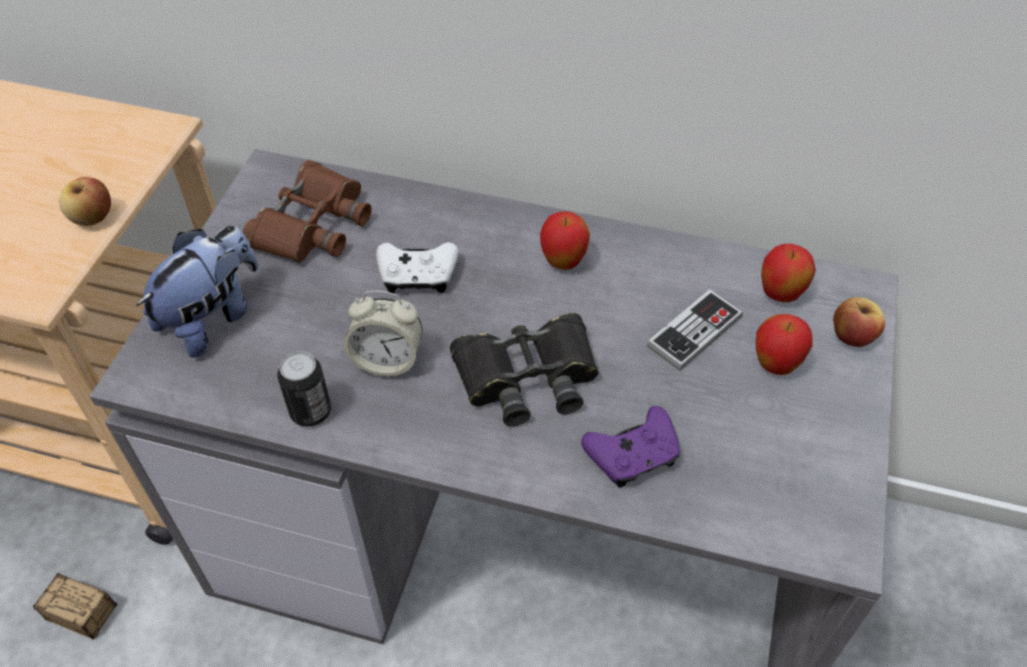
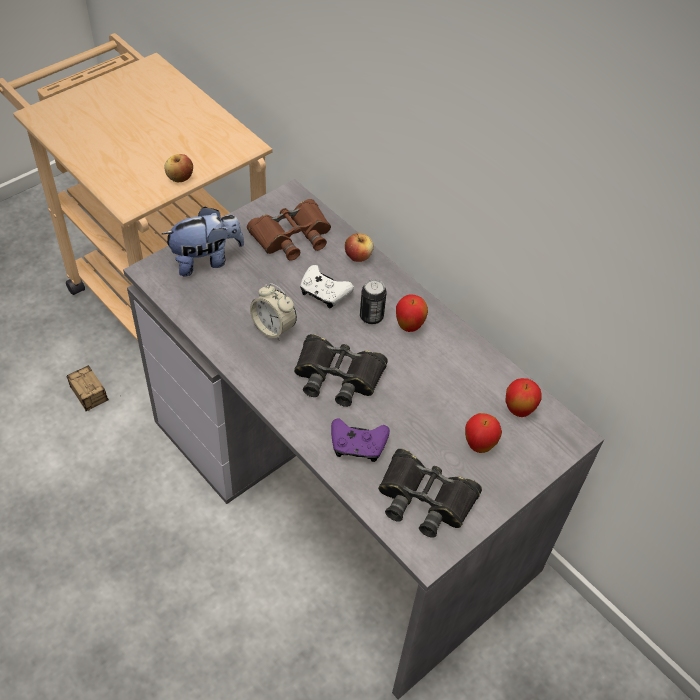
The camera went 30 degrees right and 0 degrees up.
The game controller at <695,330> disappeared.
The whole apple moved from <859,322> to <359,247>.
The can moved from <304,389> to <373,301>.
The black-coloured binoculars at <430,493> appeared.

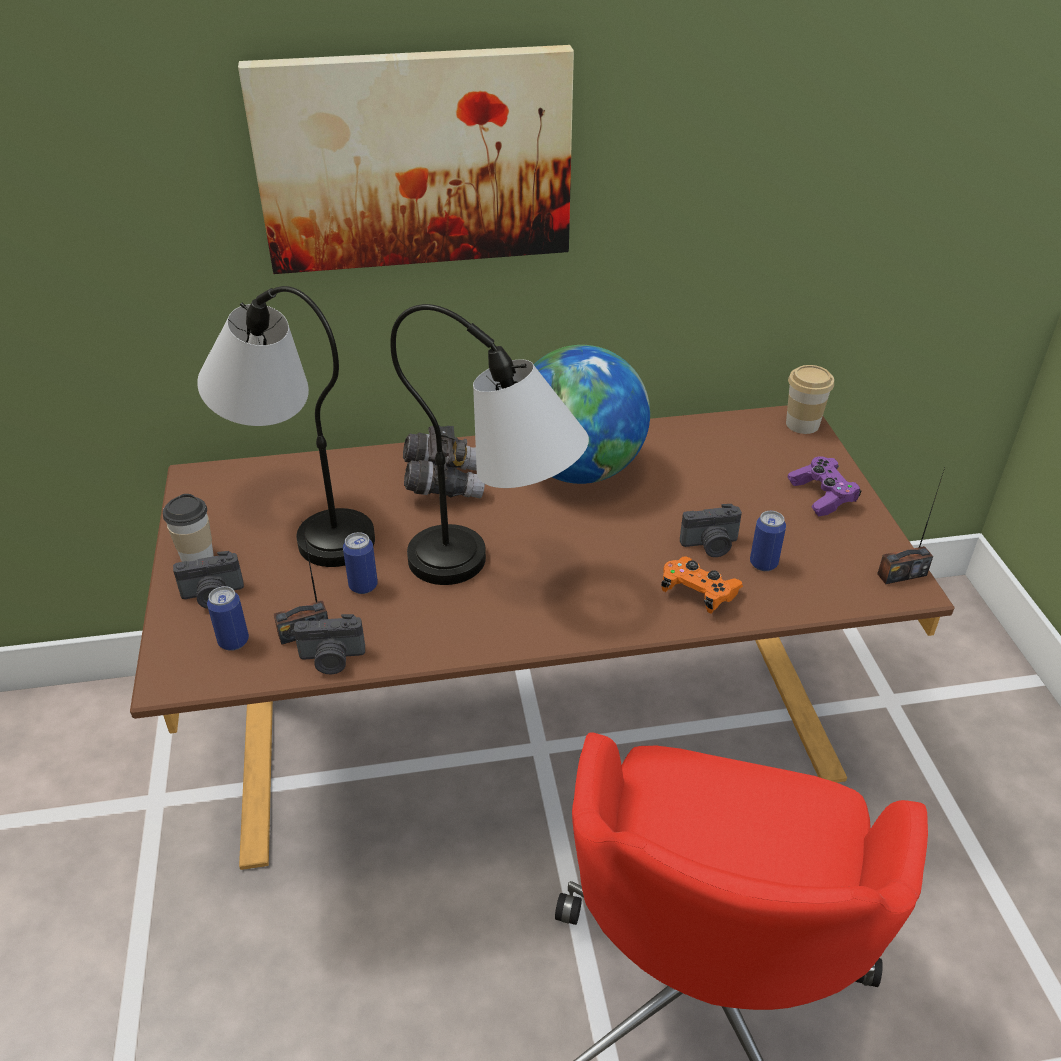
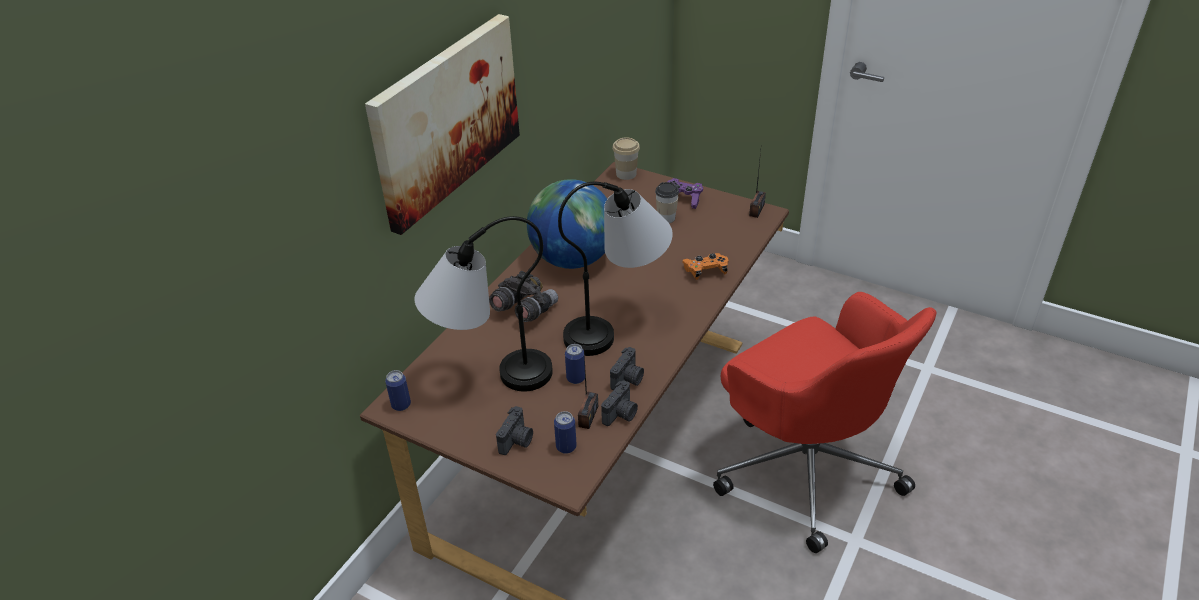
The camera went 50 degrees left and 0 degrees up.
The small cup moved from <188,528> to <667,202>.
The photo camera moved from <711,530> to <627,368>.
The can moved from <768,541> to <398,390>.

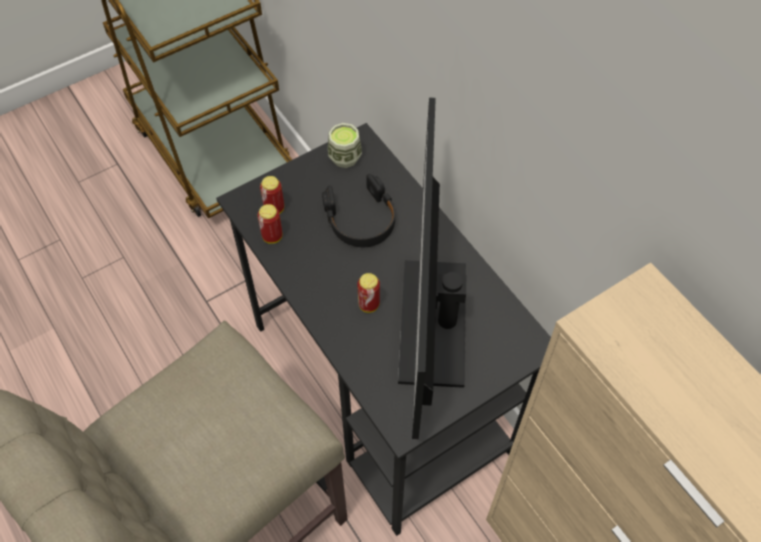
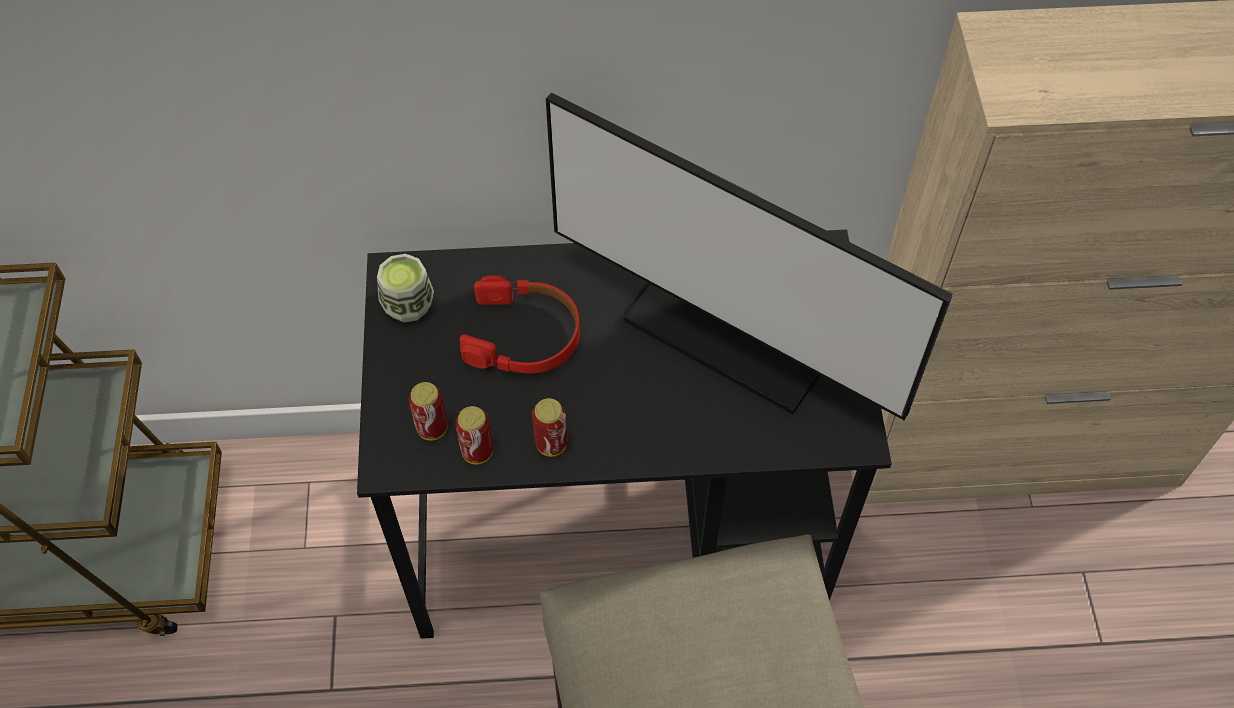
The camera went 60 degrees left and 0 degrees up.
The black-coloured pair of headphones at <358,210> became the reddish pair of headphones at <519,324>.
The can moved from <368,293> to <549,427>.

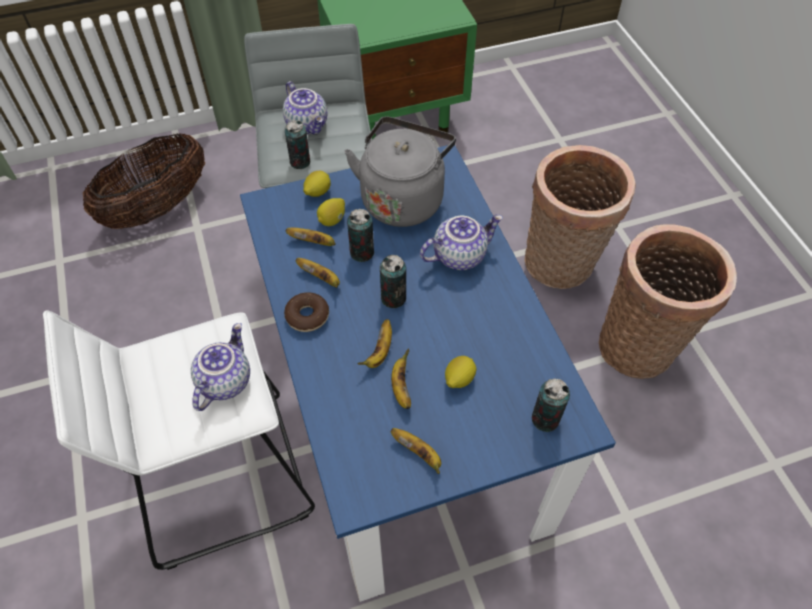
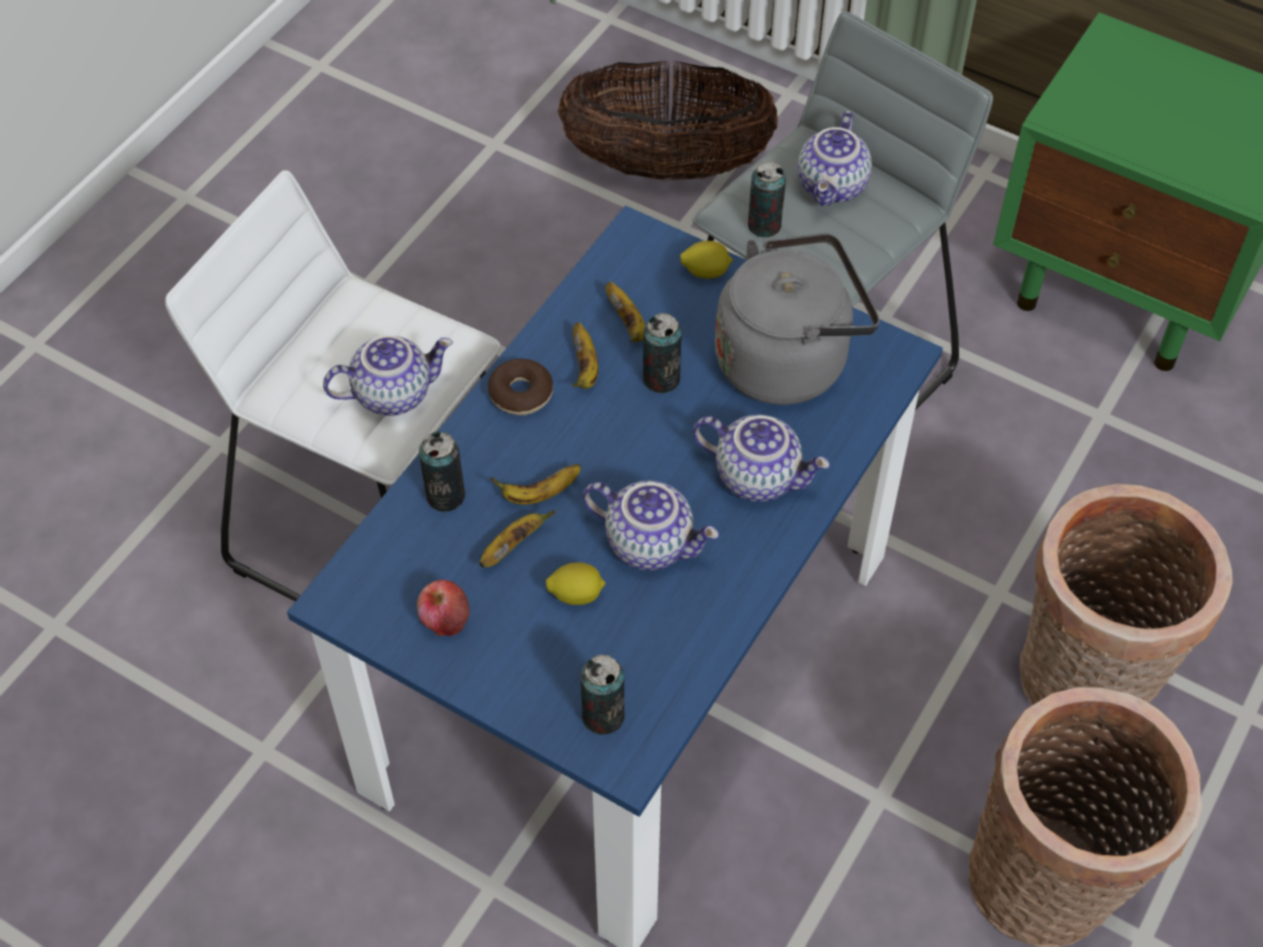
The camera went 50 degrees right and 0 degrees up.
The whole lemon at <331,212> disappeared.
The can moved from <393,281> to <442,472>.
The banana at <416,451> was replaced by the whole apple at <443,608>.
The teapot at <650,525> appeared.

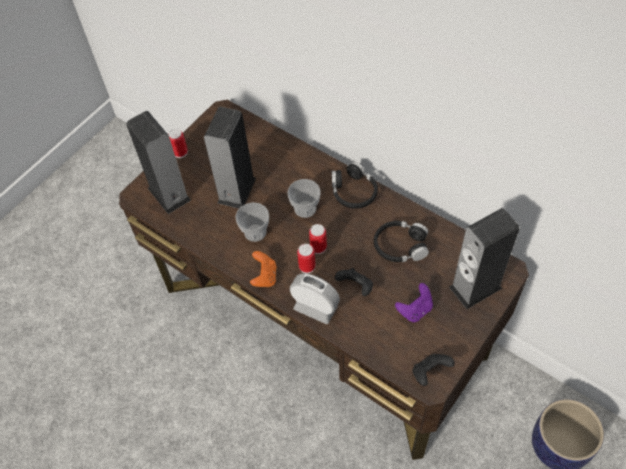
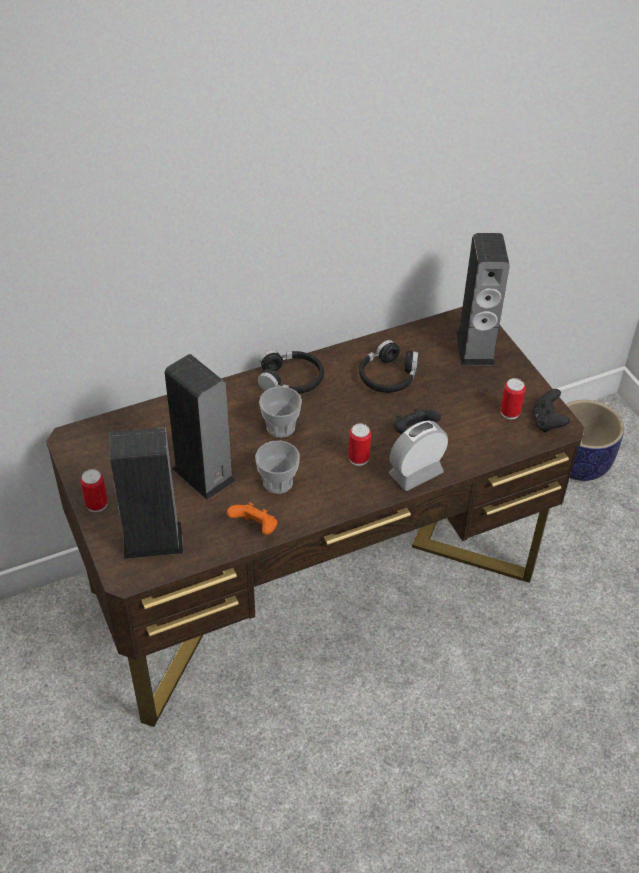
The camera went 65 degrees left and 10 degrees down.
The can moved from <318,239> to <513,398>.
The orange-coloured game controller moved from <263,269> to <252,518>.
The purple game controller at <414,302> disappeared.

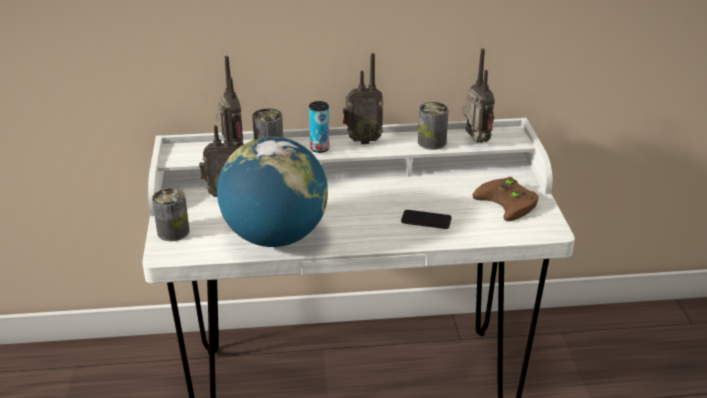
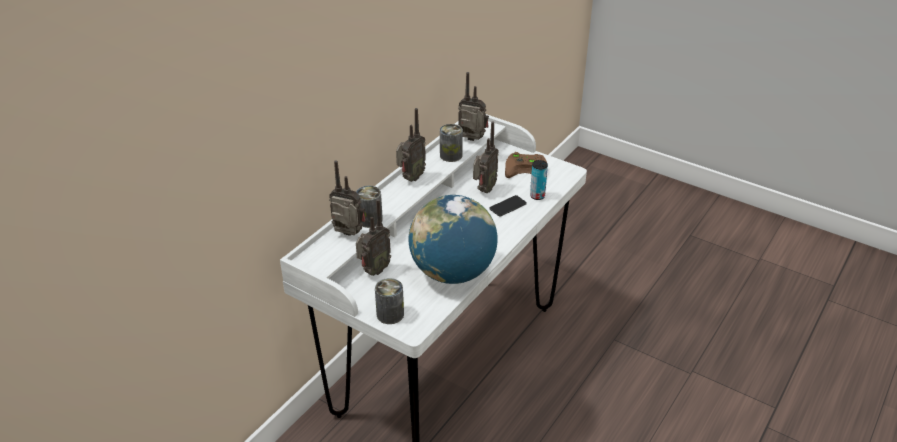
The camera went 50 degrees left and 5 degrees up.
The can moved from <319,127> to <539,180>.
The radio at <486,157> appeared.

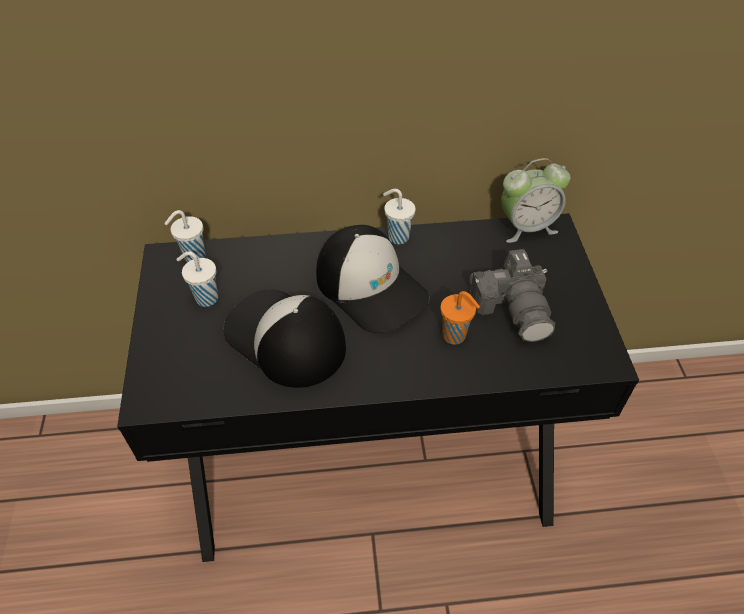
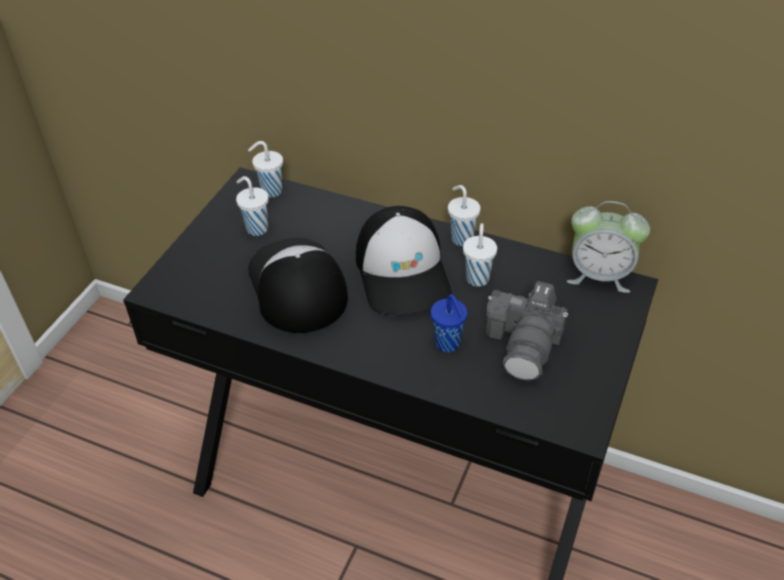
The camera went 30 degrees right and 5 degrees down.
The orange-coloured small cup at <460,318> became the bluish small cup at <449,323>.
The whitish small cup at <480,255> appeared.

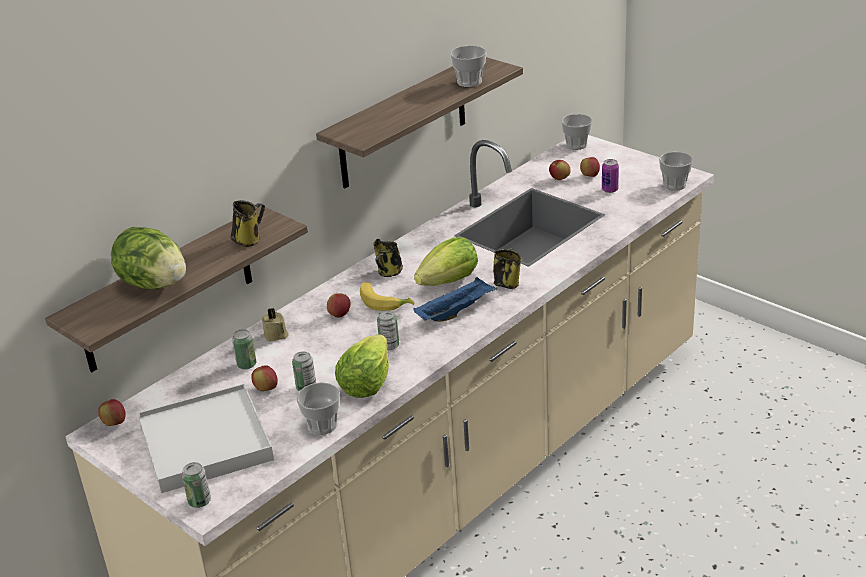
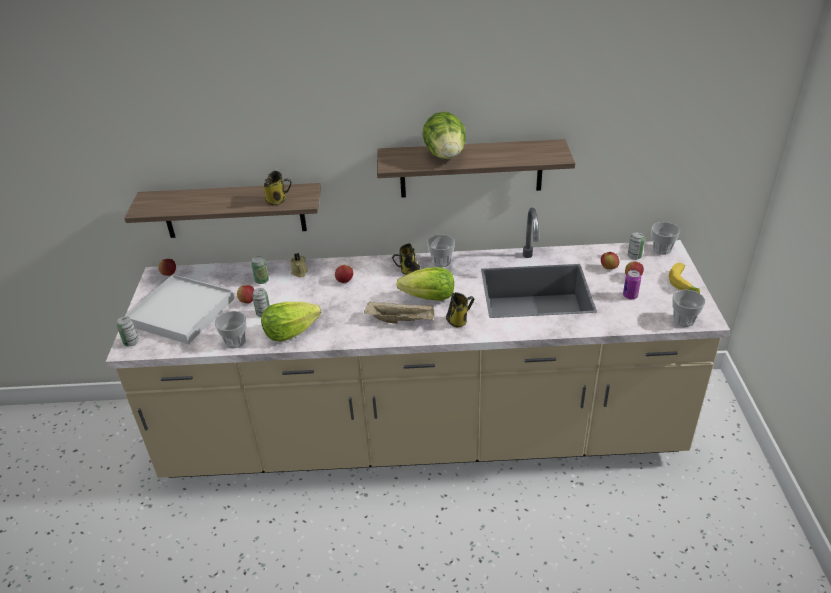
The camera went 45 degrees right and 5 degrees up.
The small cup moved from <468,66> to <441,251>.
The head of lettuce moved from <148,258> to <444,135>.
The bluish serving tray at <456,299> became the beige serving tray at <399,312>.
The banana moved from <387,296> to <684,278>.
The can moved from <388,330> to <636,246>.

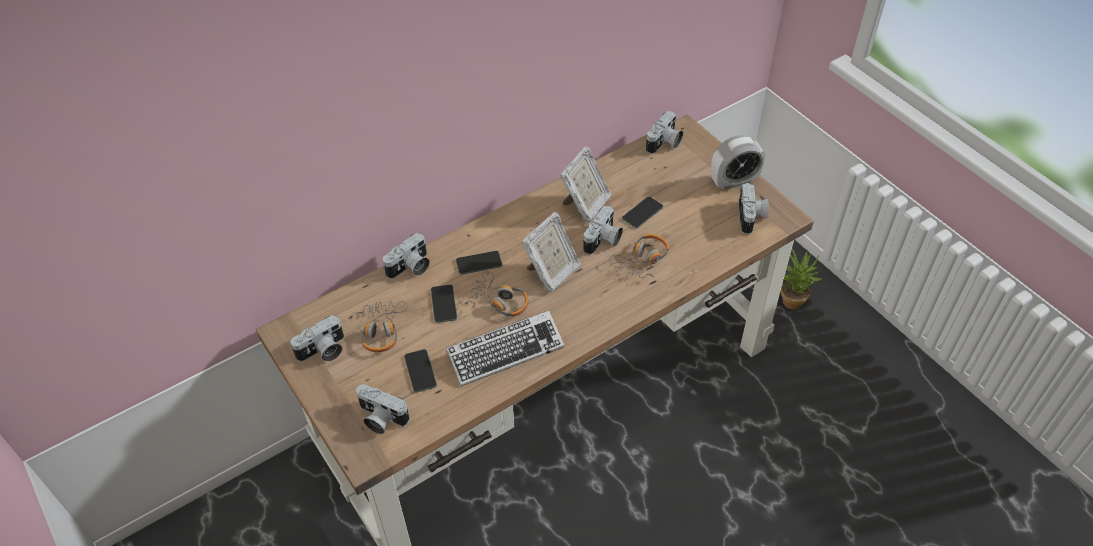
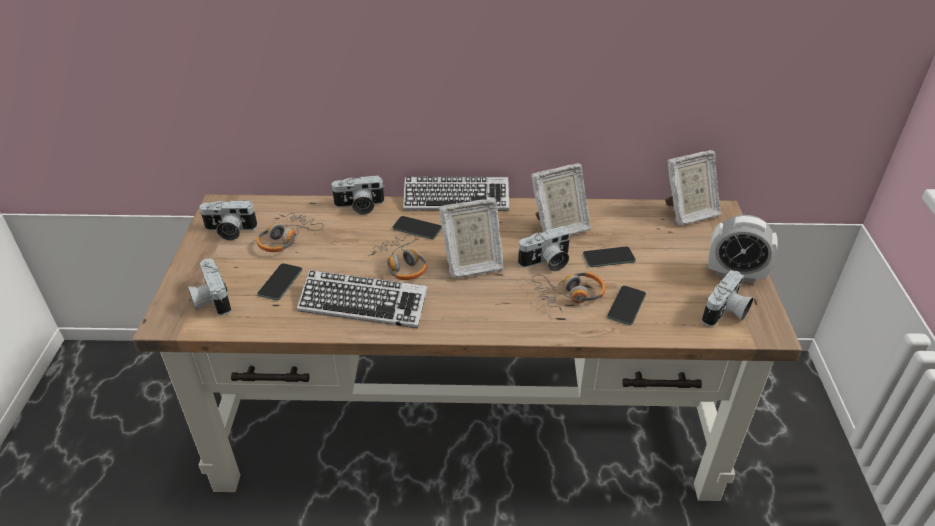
The camera went 35 degrees right and 10 degrees down.
The photo camera at <664,132> was replaced by the photo frame at <693,188>.
The houseplant at <801,279> disappeared.
The phone moved from <444,304> to <626,305>.
The computer keyboard at <456,194> appeared.

